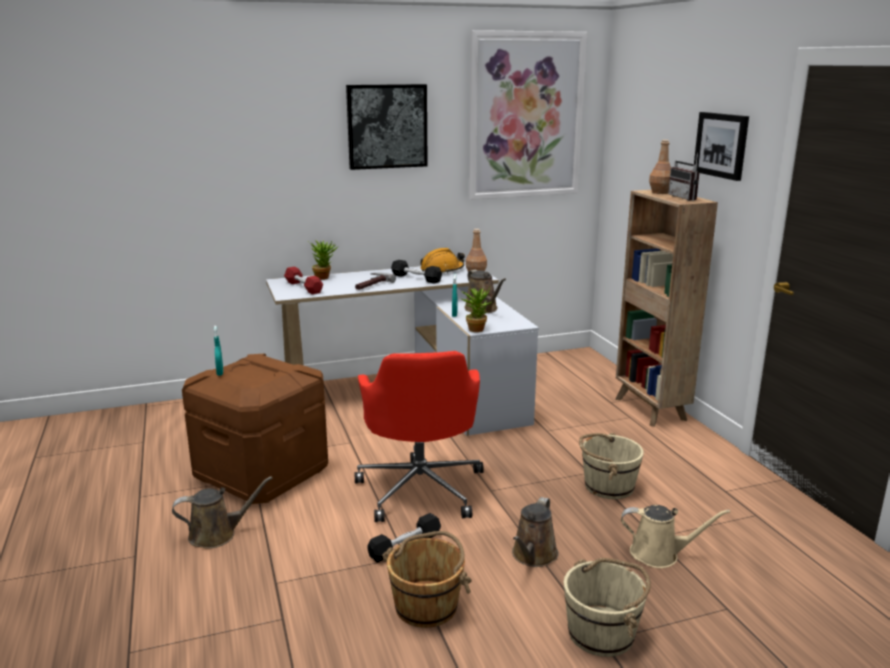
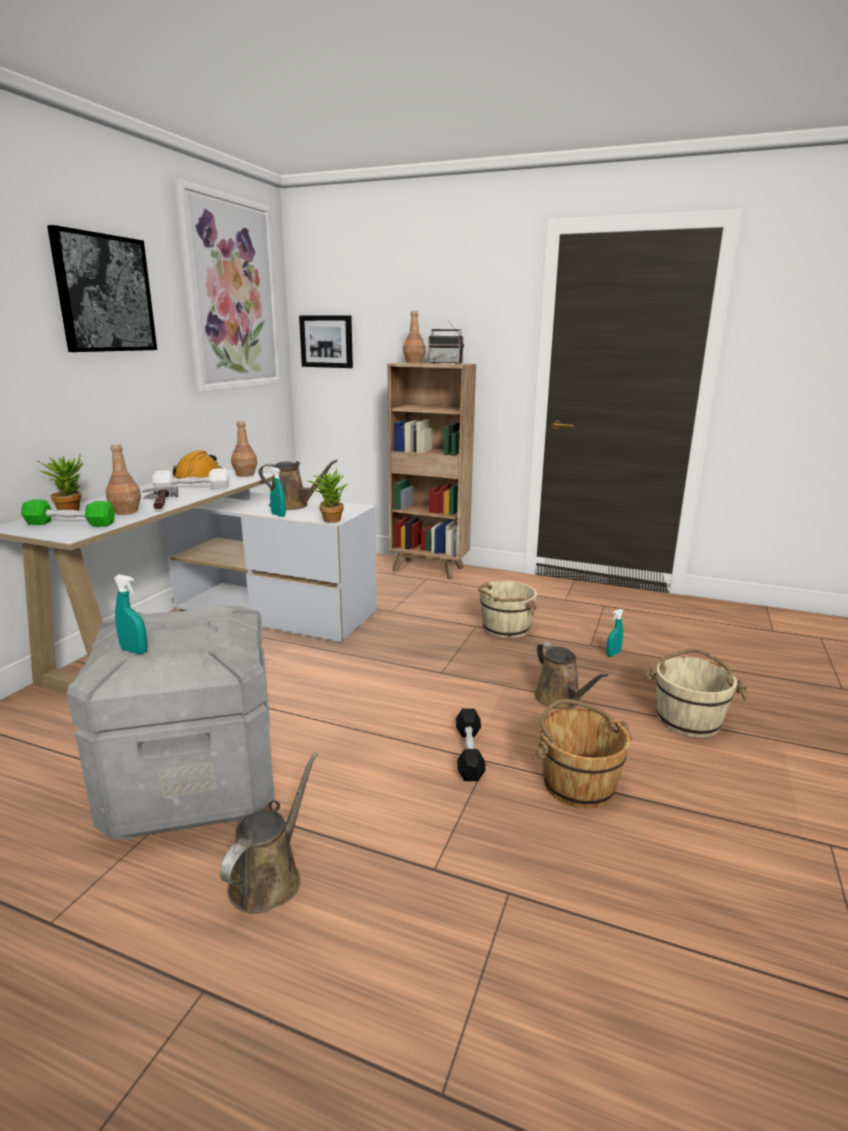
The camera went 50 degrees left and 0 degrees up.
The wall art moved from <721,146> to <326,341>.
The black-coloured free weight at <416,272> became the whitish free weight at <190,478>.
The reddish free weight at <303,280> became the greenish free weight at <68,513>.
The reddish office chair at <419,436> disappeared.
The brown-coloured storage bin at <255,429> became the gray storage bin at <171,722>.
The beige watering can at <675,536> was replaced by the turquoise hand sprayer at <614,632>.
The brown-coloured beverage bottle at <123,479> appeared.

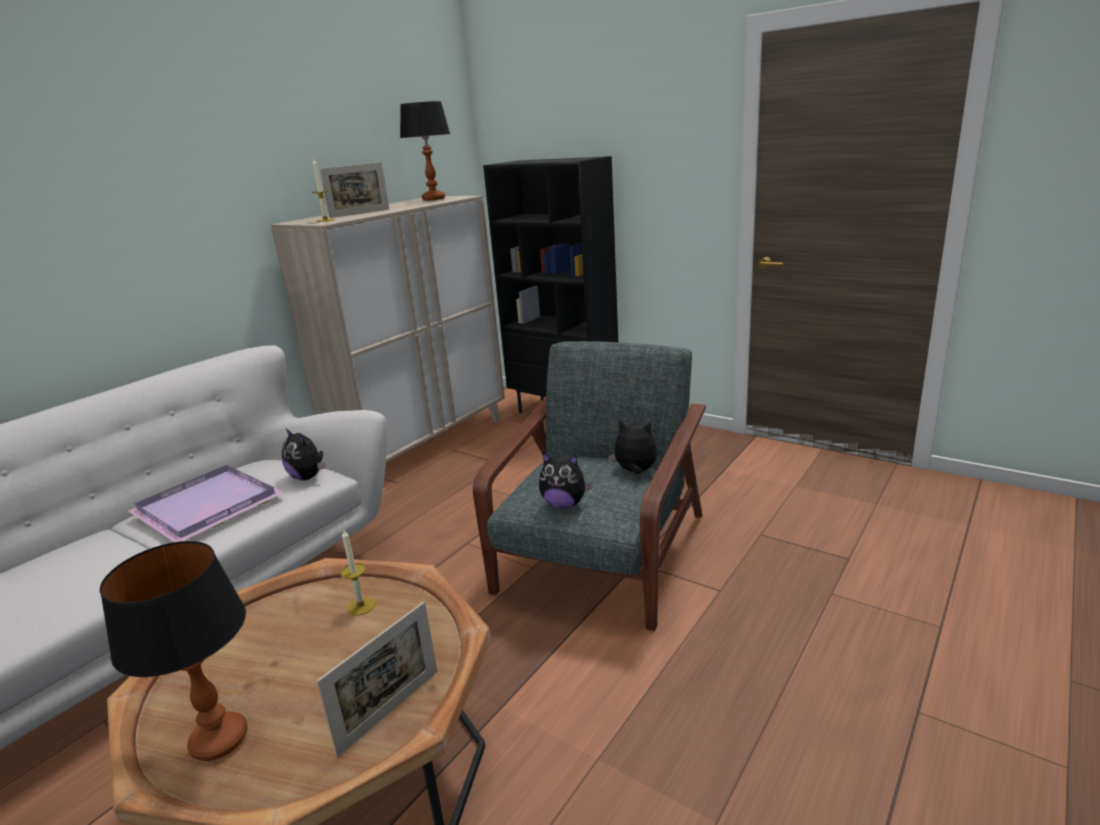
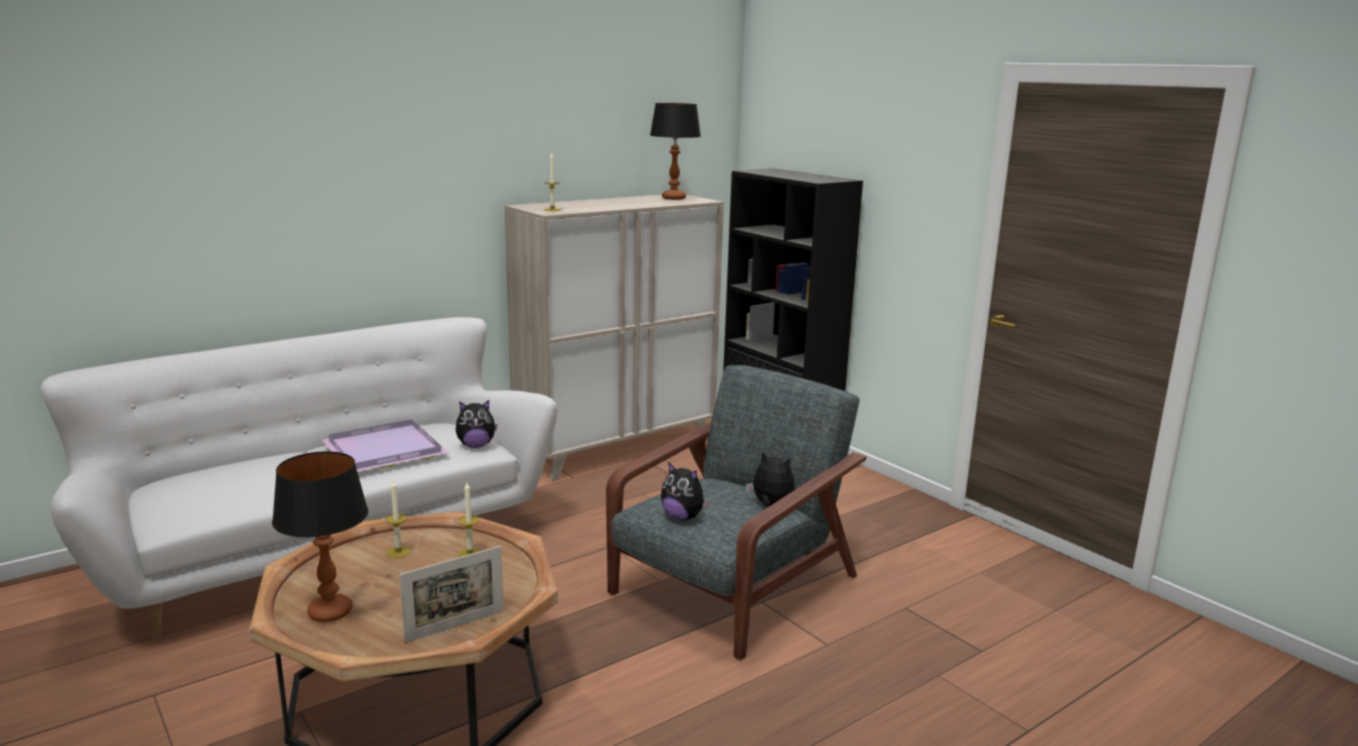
The camera went 15 degrees right and 5 degrees down.
The photo frame at <354,190> disappeared.
The plush toy at <304,454> turned 75 degrees counterclockwise.
The wax light at <398,519> appeared.

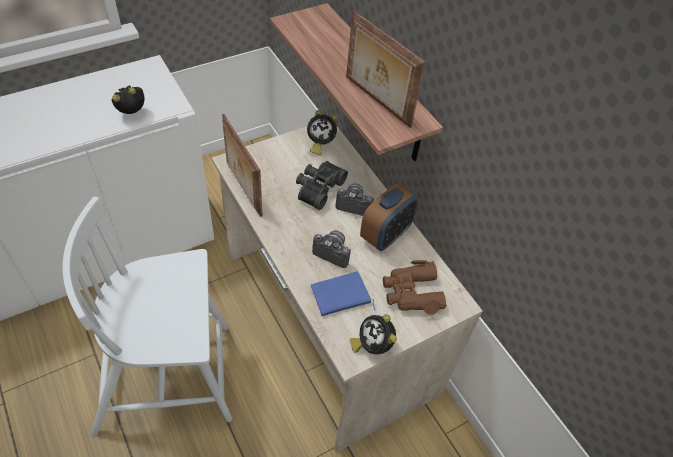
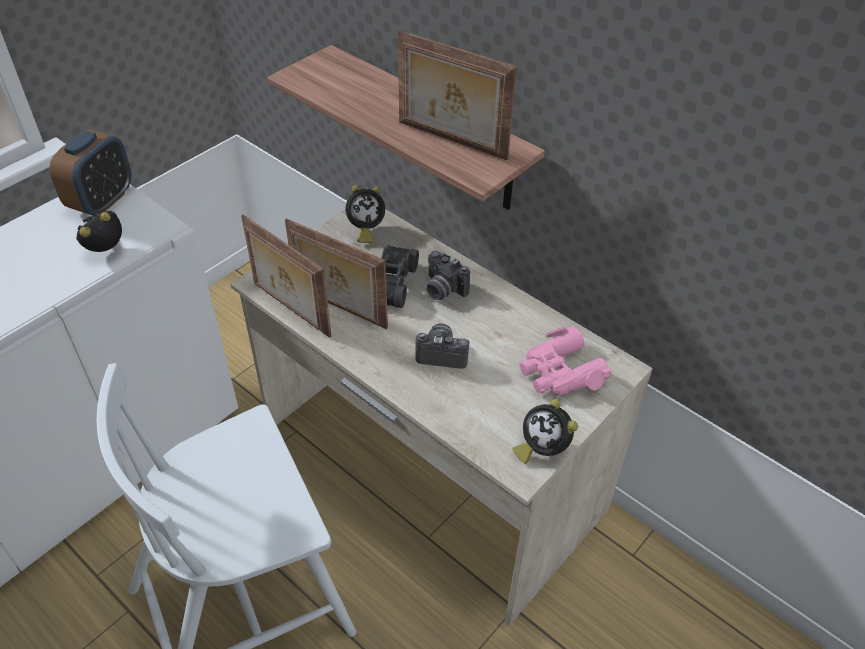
The camera went 15 degrees left and 5 degrees down.
The photo camera at <354,200> turned 135 degrees counterclockwise.
The alarm clock moved from <389,217> to <90,172>.
The brown-coloured binoculars at <415,287> became the pinkish binoculars at <565,361>.
The bluish volume at <343,293> disappeared.
The photo frame at <336,274> appeared.

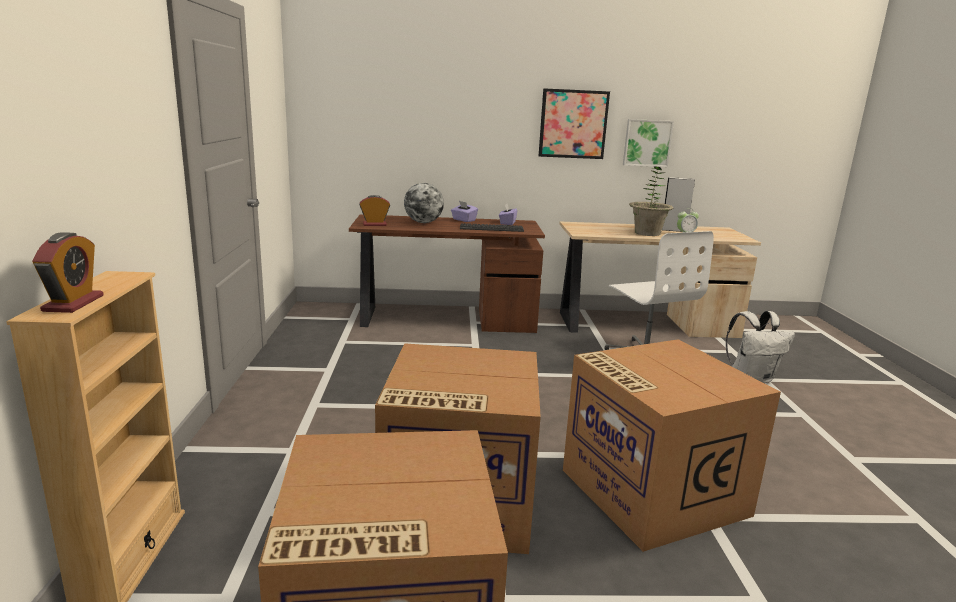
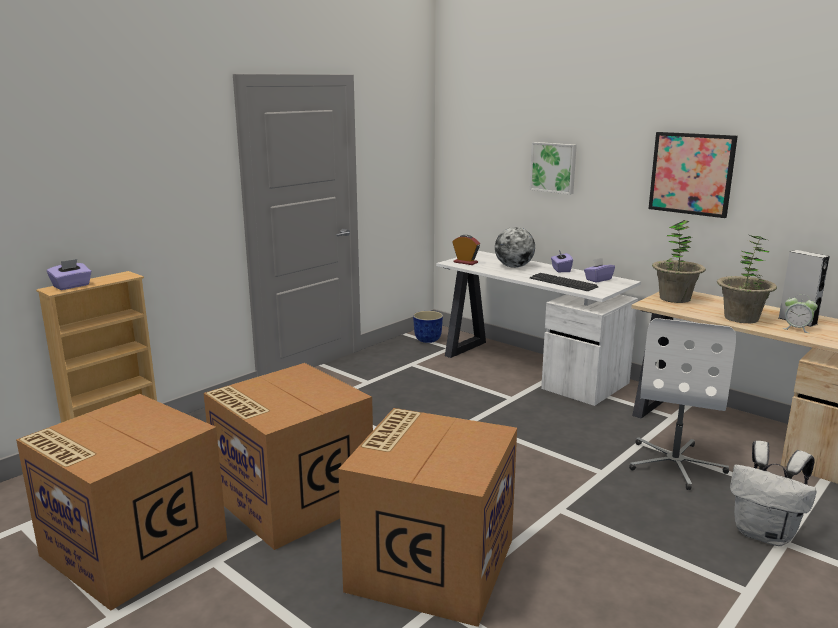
The camera went 45 degrees right and 0 degrees up.
The wall art moved from <648,143> to <553,168>.
The brown-coloured desk at <447,273> became the whitish desk at <538,328>.
The alarm clock at <68,272> was replaced by the purple tissue box at <69,274>.
The houseplant at <679,261> appeared.
The planter at <428,327> appeared.

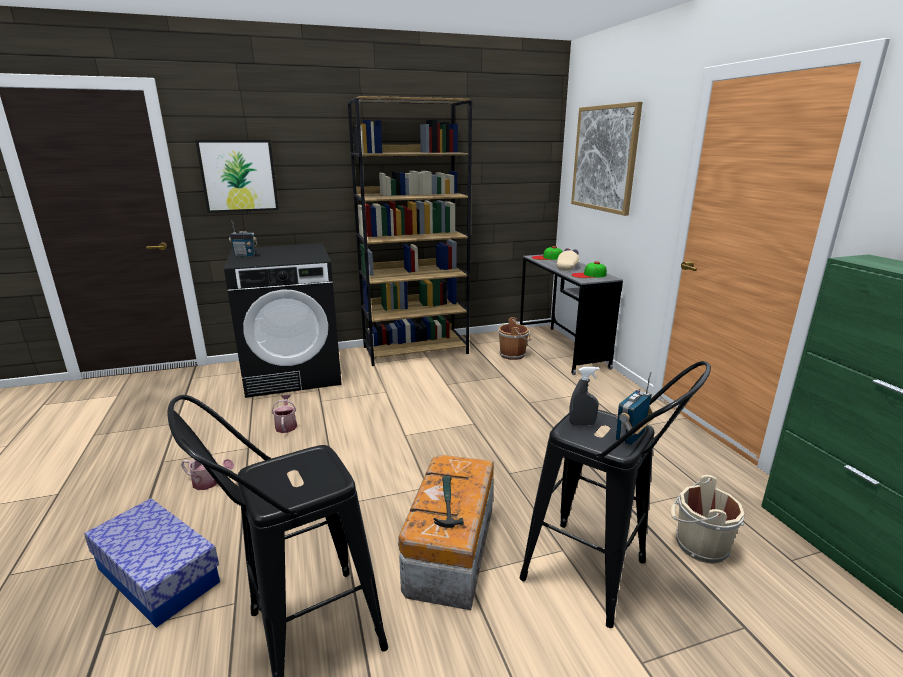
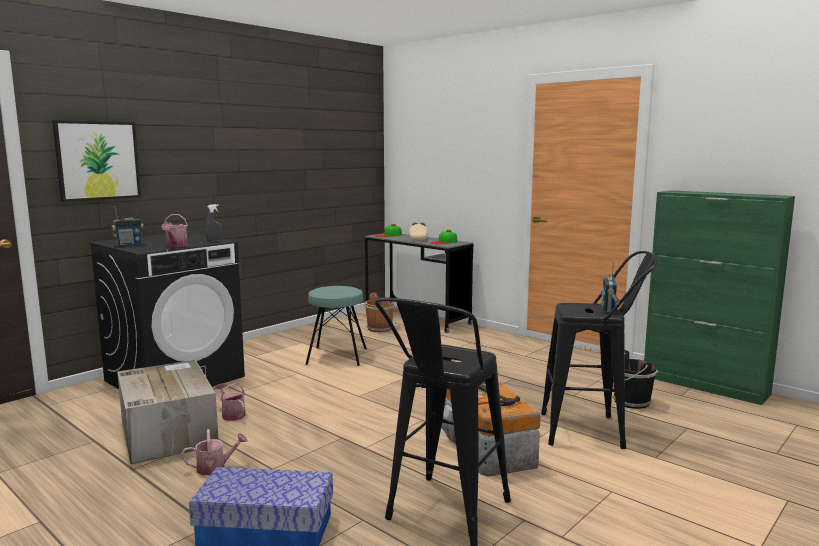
The camera went 30 degrees left and 10 degrees down.
The brown-coloured bookshelf at <409,231> disappeared.
The wall art at <606,159> disappeared.
The gray hand sprayer moved from <584,396> to <213,223>.
The beige pail at <707,519> became the black-coloured pail at <635,379>.
The watering can at <174,230> appeared.
The turquoise stool seat at <336,326> appeared.
The packing box at <167,412> appeared.

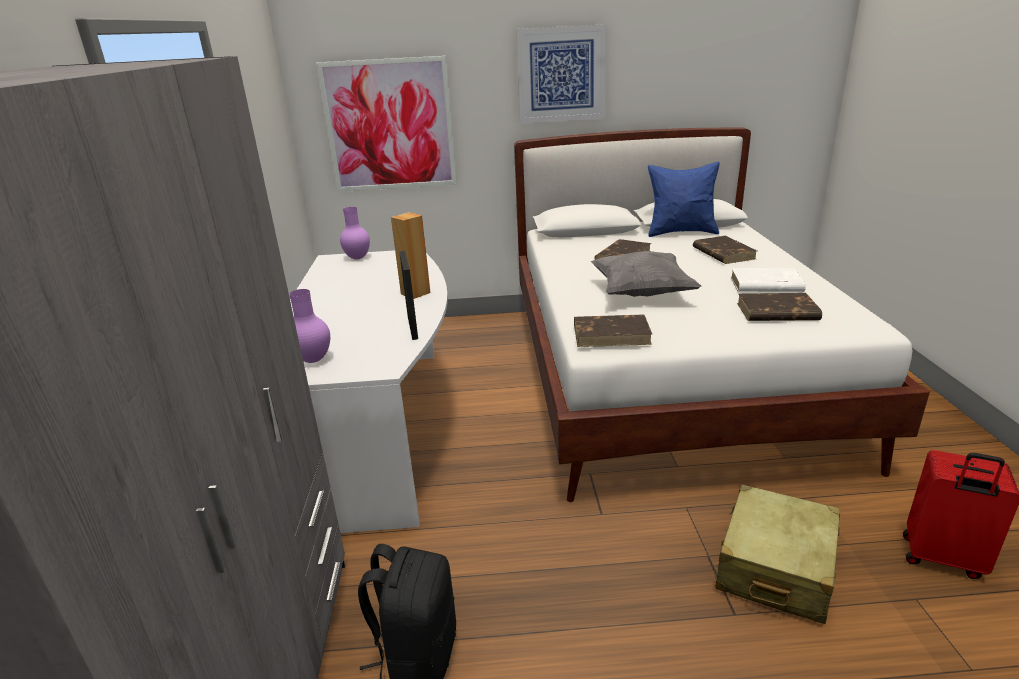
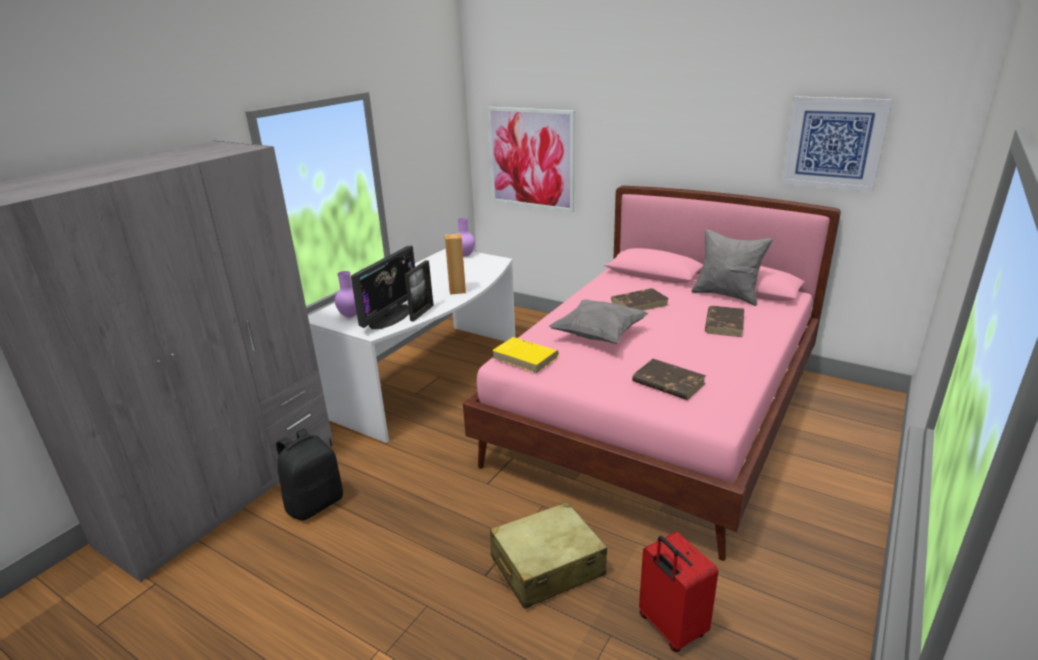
The camera went 35 degrees right and 0 degrees up.
The wall art moved from <561,74> to <837,144>.
The whitish bed at <722,314> became the pinkish bed at <652,373>.
The bluish cushion at <684,199> became the gray cushion at <732,267>.
The whitish volume at <768,280> disappeared.
The brown-coloured volume at <613,330> became the yellow-coloured volume at <525,355>.
The computer display at <383,287> appeared.

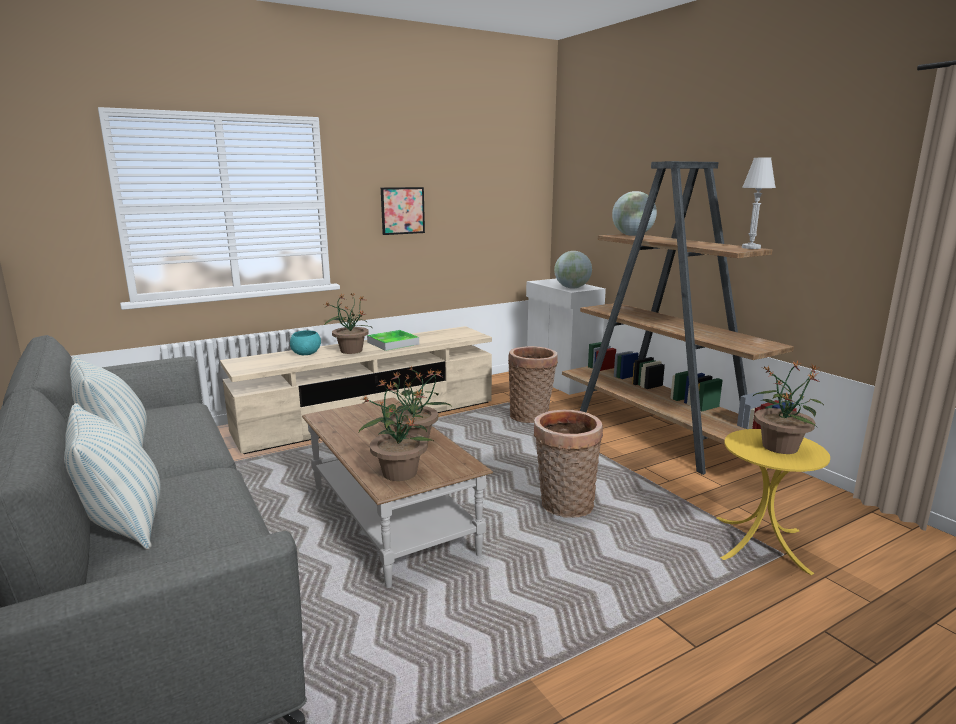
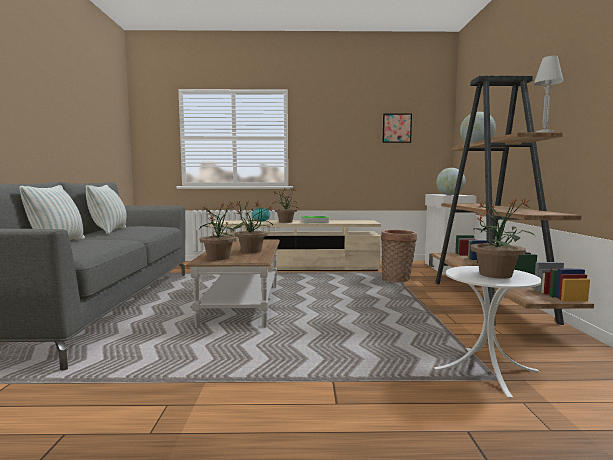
The camera went 30 degrees right and 10 degrees down.
The wall art moved from <403,211> to <397,128>.
The household basket at <568,464> disappeared.
The yellow-coloured side table at <773,502> became the whitish side table at <488,332>.

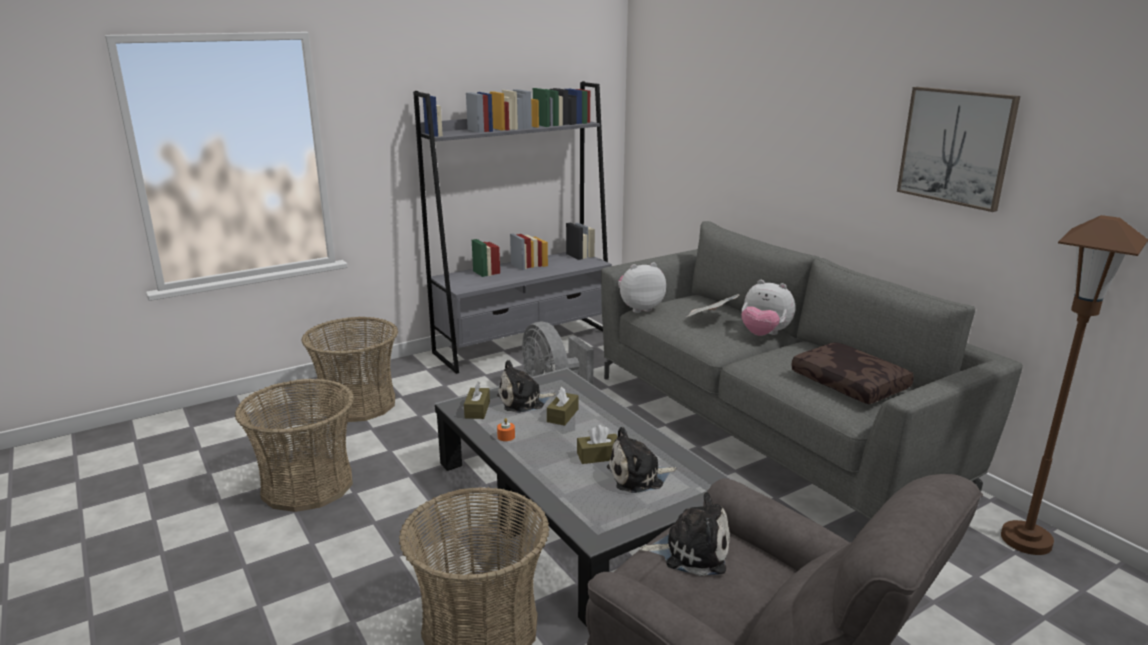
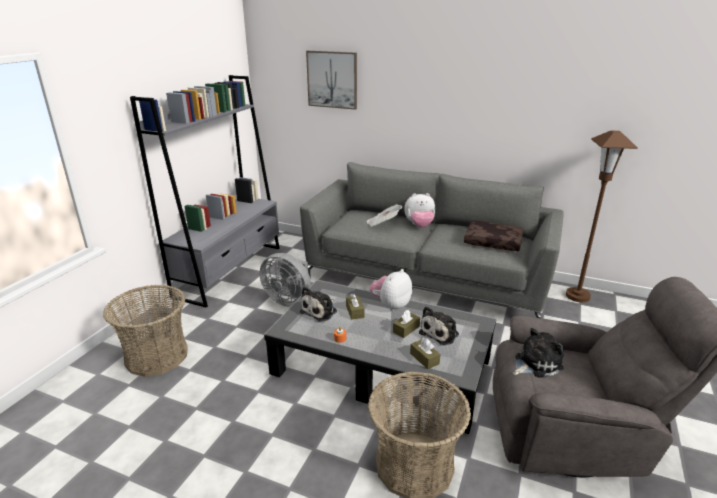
The camera went 35 degrees left and 5 degrees up.
The wall art moved from <958,149> to <331,80>.
The plush toy moved from <642,287> to <391,290>.
The household basket at <294,445> disappeared.
The brown-coloured tissue box moved from <477,400> to <425,353>.

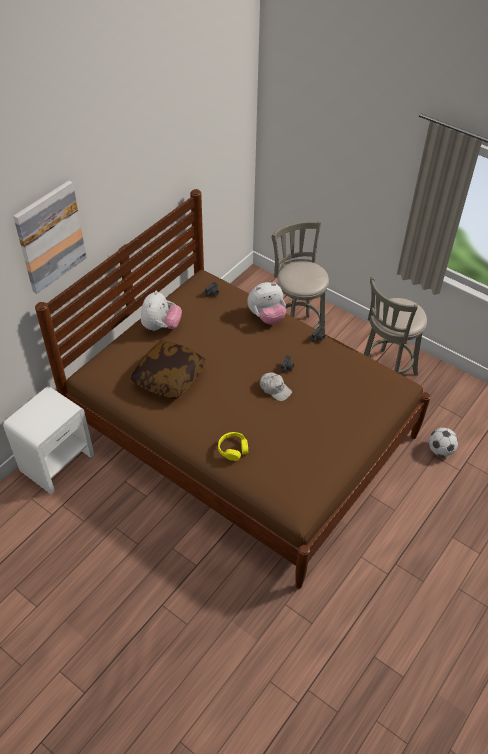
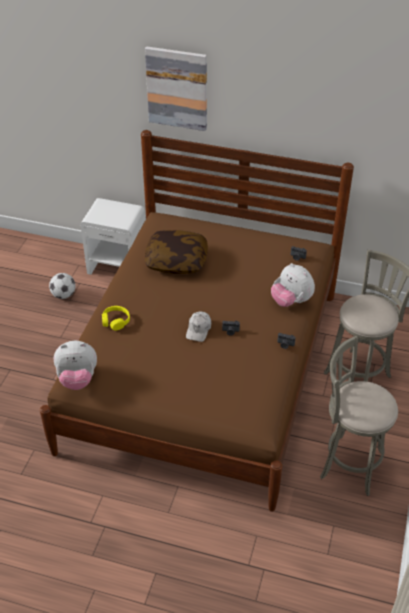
The camera went 70 degrees right and 5 degrees down.
The plush toy moved from <161,311> to <75,365>.
The ball for football moved from <443,442> to <62,286>.

